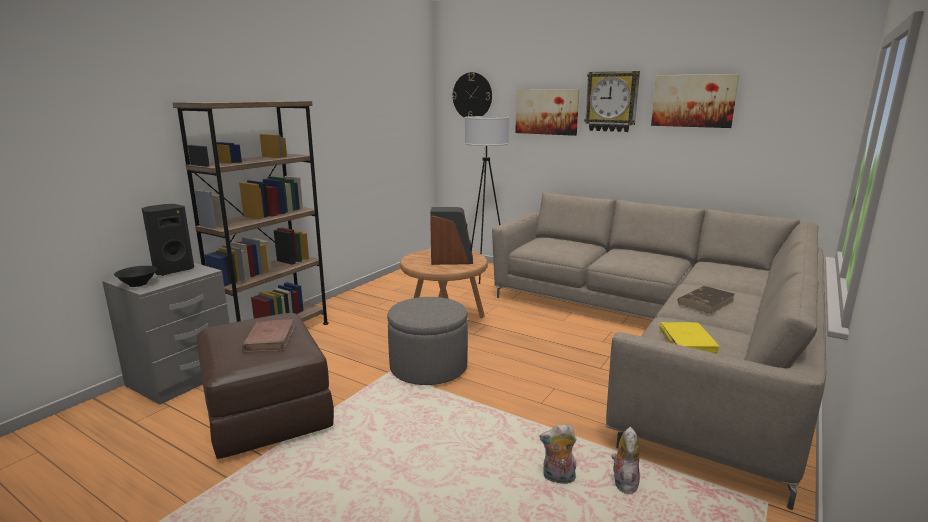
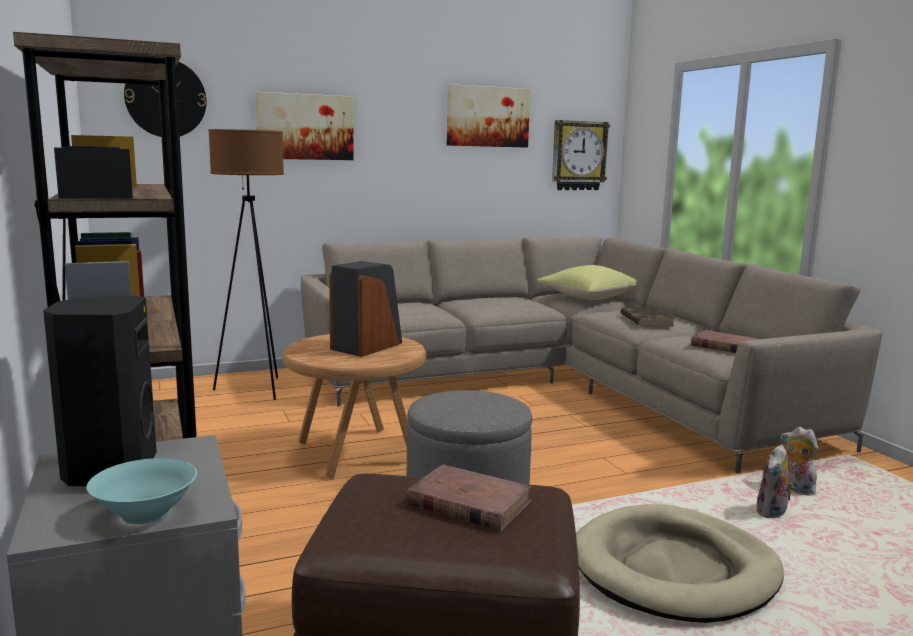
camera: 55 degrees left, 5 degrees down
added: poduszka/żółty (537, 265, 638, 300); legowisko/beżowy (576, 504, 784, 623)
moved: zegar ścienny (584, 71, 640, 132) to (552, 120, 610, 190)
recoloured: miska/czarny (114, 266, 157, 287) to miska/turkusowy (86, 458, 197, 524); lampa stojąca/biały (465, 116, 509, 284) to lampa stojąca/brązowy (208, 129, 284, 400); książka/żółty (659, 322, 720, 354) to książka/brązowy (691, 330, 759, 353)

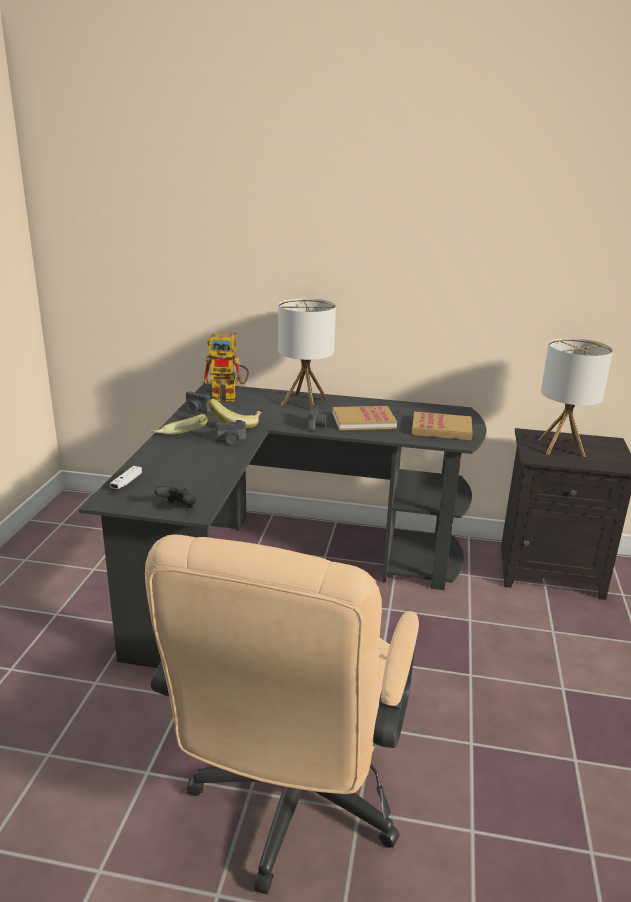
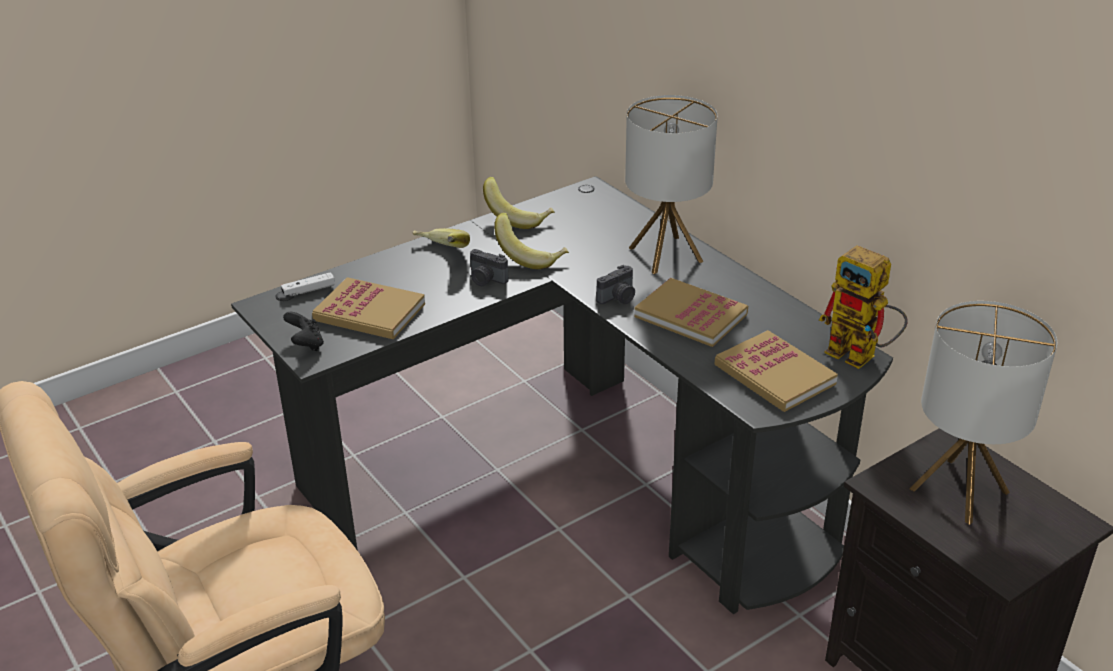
camera: 45 degrees right, 10 degrees up
added: książka (312, 277, 425, 339)
moved: robot zabawkowy (202, 332, 249, 402) to (819, 245, 908, 369)
replaced: aparat fotograficzny (186, 391, 211, 414) to banan (483, 177, 555, 229)

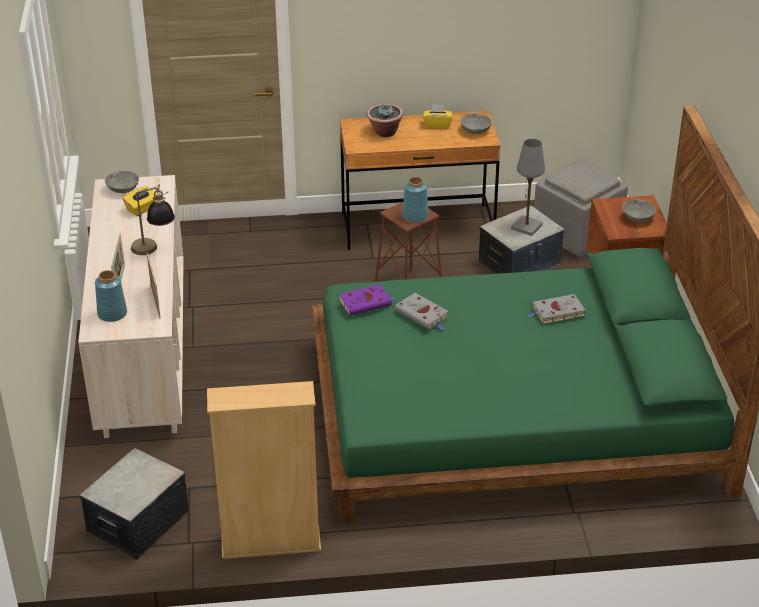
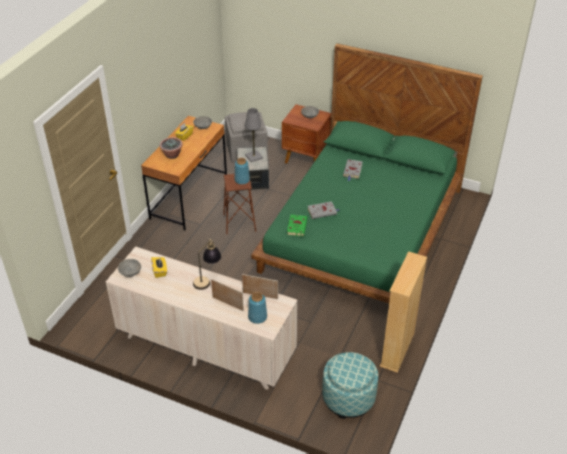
camera: 60 degrees left, 5 degrees up
replaced: pojemnik do przechowywania (79, 448, 189, 560) to pufa (322, 352, 378, 419)
recoloured: książka/fioletowy (339, 284, 396, 316) to książka/zielony (287, 215, 307, 237)

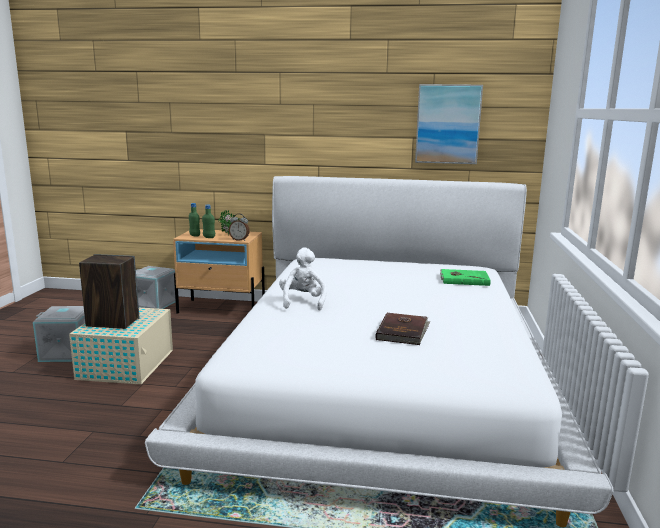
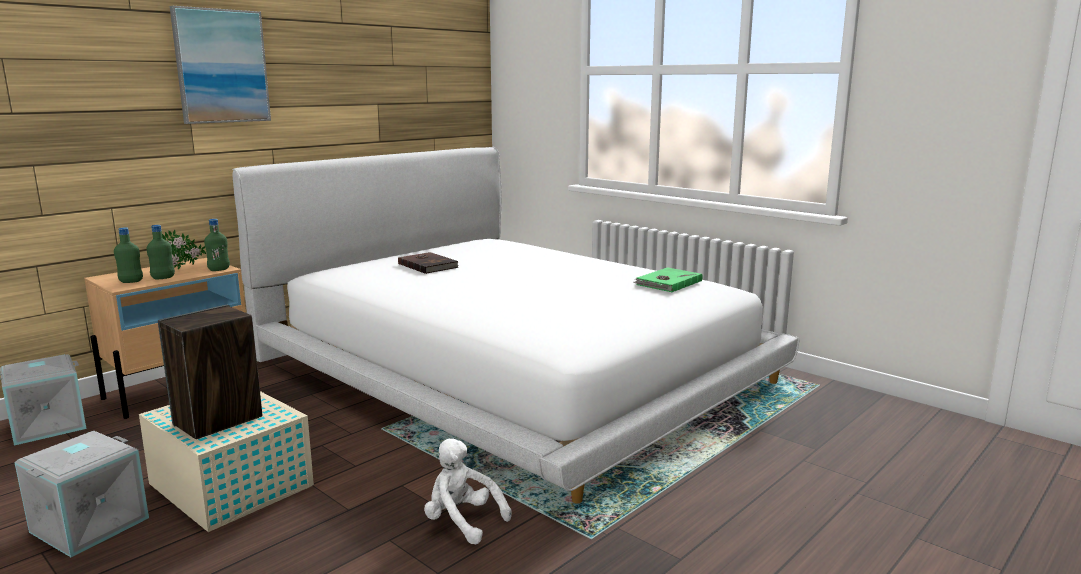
camera: 55 degrees left, 0 degrees up
moved: pluszak/biały (279, 247, 327, 310) to (424, 439, 512, 544); książka/brązowy (375, 312, 430, 345) to (398, 252, 459, 274); obraz (415, 84, 483, 164) to (170, 6, 271, 124); książka/zielony (440, 269, 491, 286) to (633, 267, 703, 292)
replaced: budzik (229, 214, 250, 241) to butelka/zielony (204, 219, 230, 271)

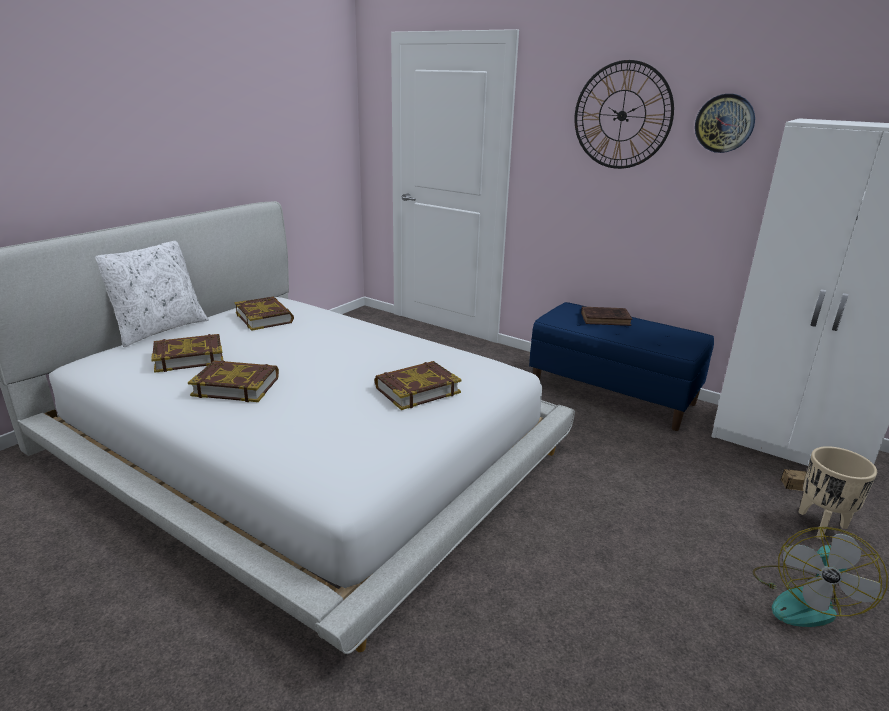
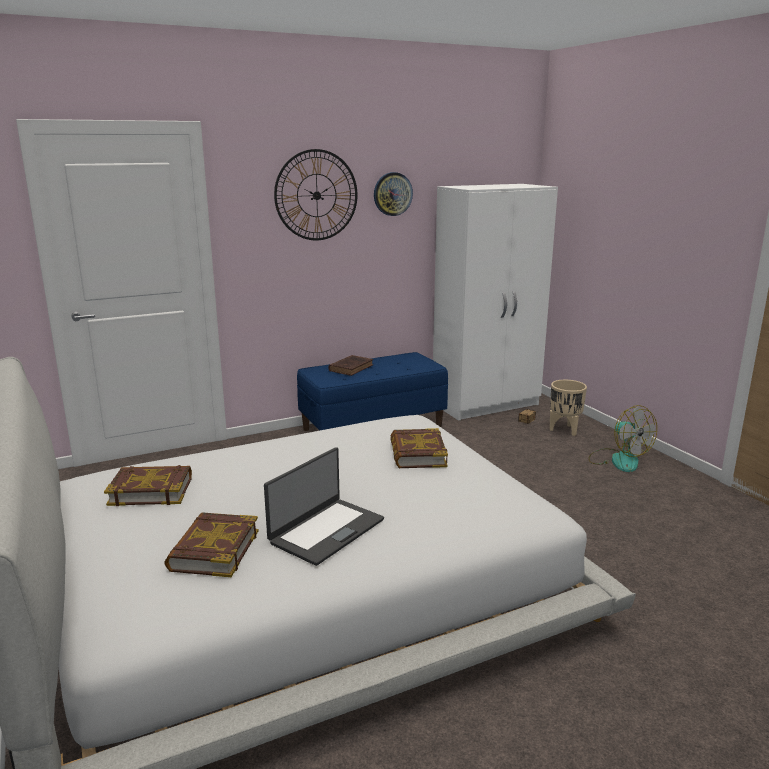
camera: 60 degrees left, 5 degrees down
removed: poduszka/biały (96, 241, 209, 347)
replaced: książka (188, 360, 279, 402) to laptop (264, 447, 384, 566)

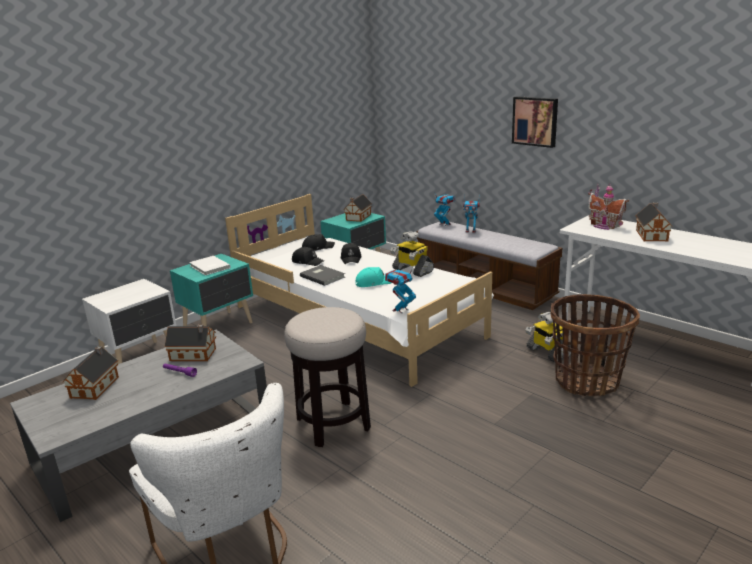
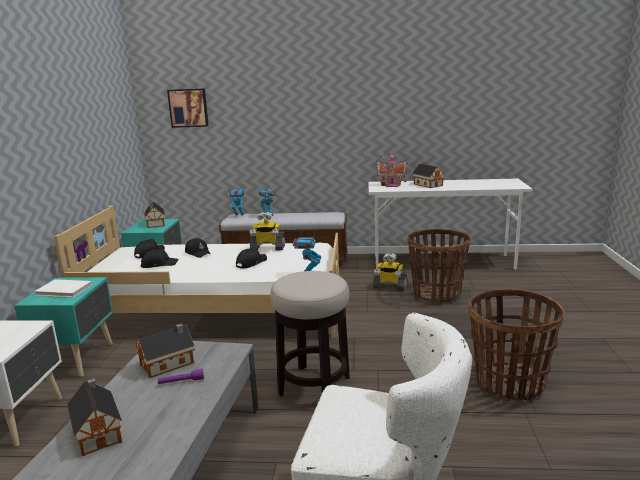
camera: 40 degrees left, 5 degrees down
removed: książka/szary (300, 265, 345, 286)
added: koszyk (468, 289, 564, 401)
moved: obraz (512, 96, 558, 148) to (167, 88, 209, 128)
recoloured: czapka z daszkiem/turkusowy (356, 267, 391, 287) to czapka z daszkiem/czarny (236, 247, 267, 269)

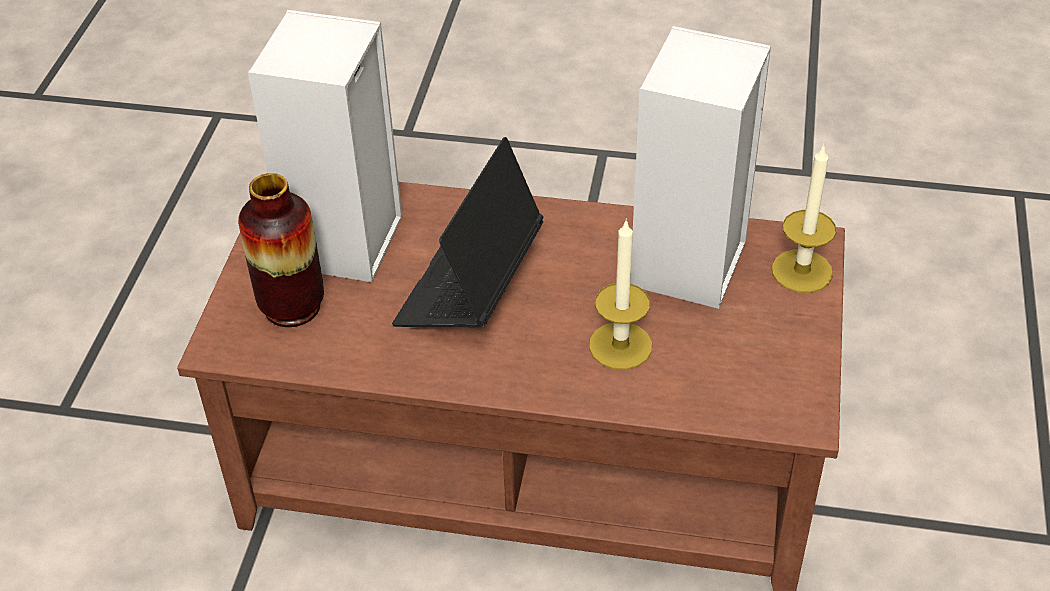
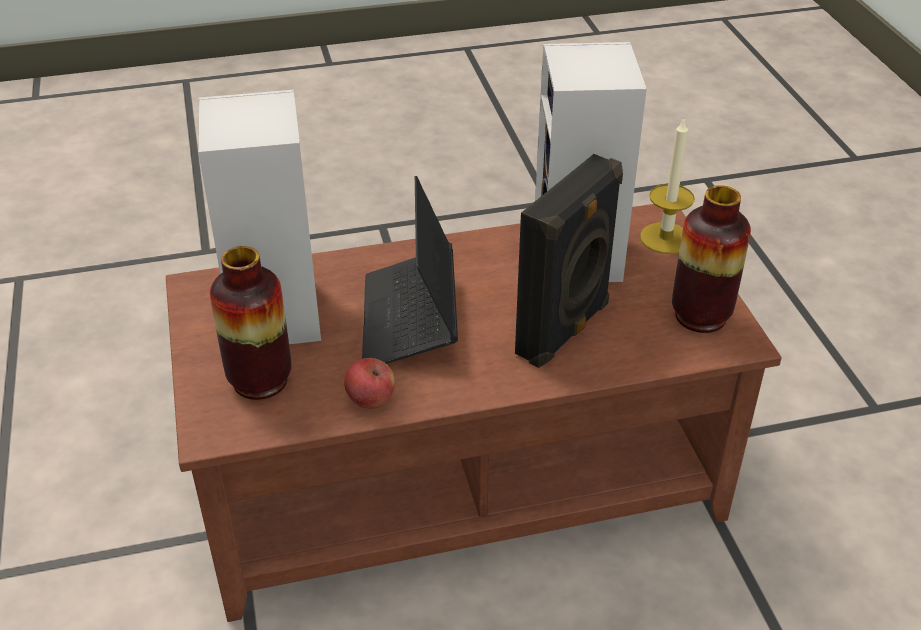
camera: 25 degrees left, 5 degrees down
added: jabłko (344, 358, 395, 409); wazon (672, 185, 751, 333)
replaced: świeca (589, 219, 652, 370) to głośnik/czarny (515, 154, 623, 368)

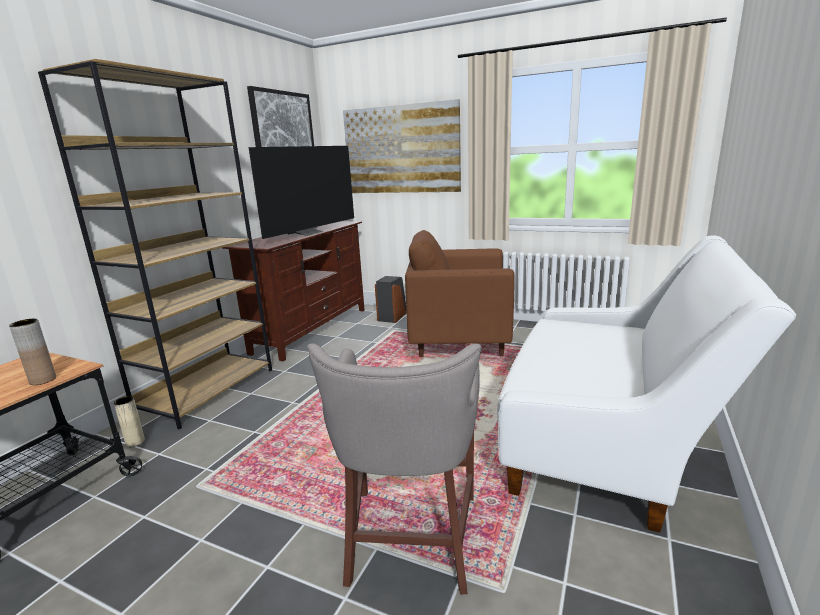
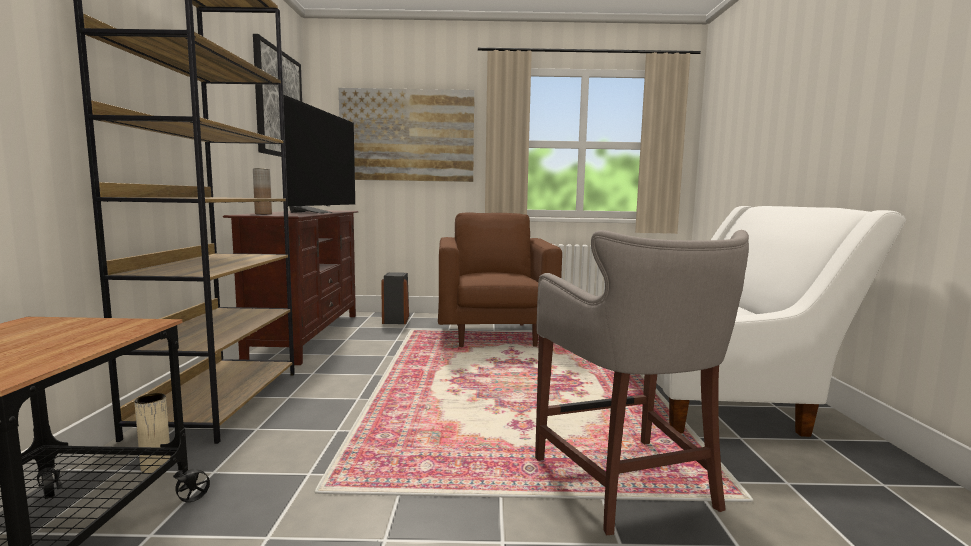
camera: 25 degrees left, 10 degrees down
moved: wazon/brązowy (9, 319, 56, 385) to (253, 169, 272, 214)
turned: fotel/brązowy (405, 230, 515, 357) = (438, 212, 562, 347) 105 degrees clockwise

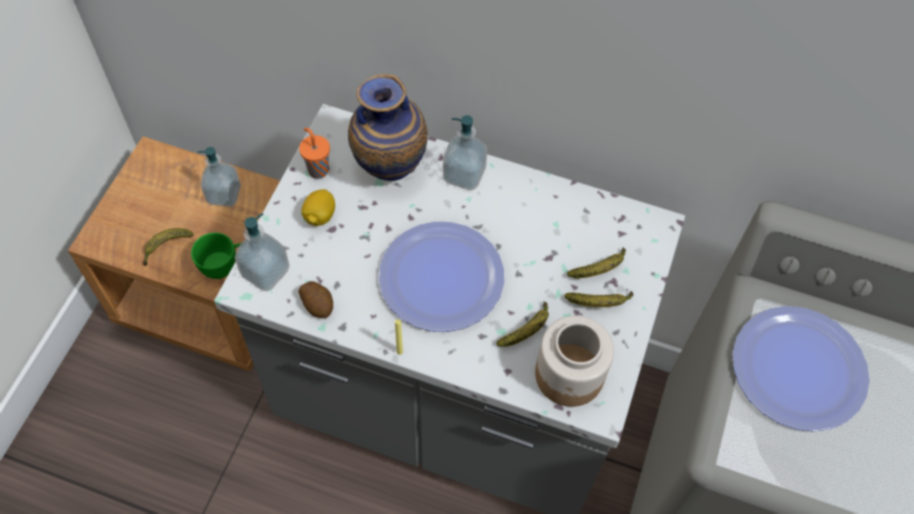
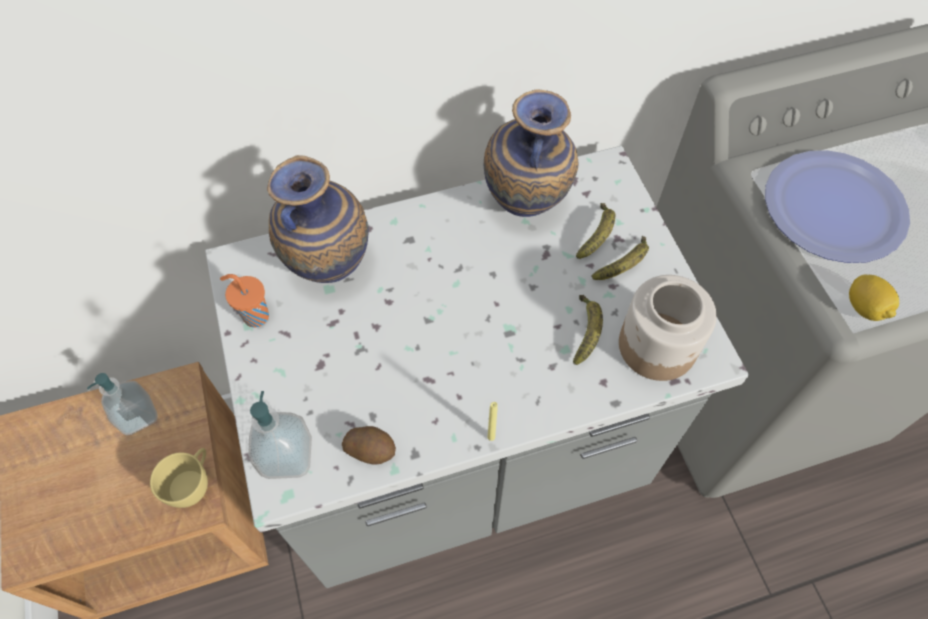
camera: 35 degrees left, 0 degrees up
removed: banan (143, 228, 193, 266); talerz (378, 222, 504, 332); dozownik mydła (443, 115, 487, 190)
added: wazon (484, 89, 579, 217)
moved: cytryna (301, 189, 335, 226) to (849, 275, 899, 321)
recoloured: filiżanka/zielony (191, 233, 241, 279) to filiżanka/żółty (150, 448, 208, 508)

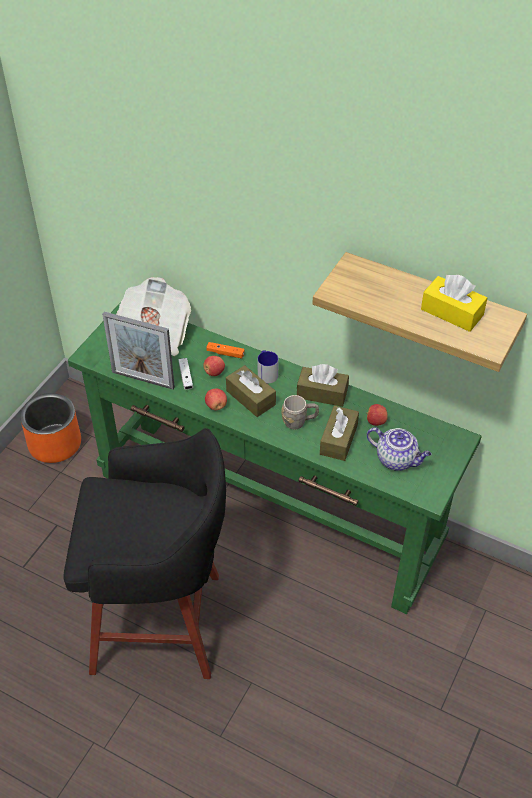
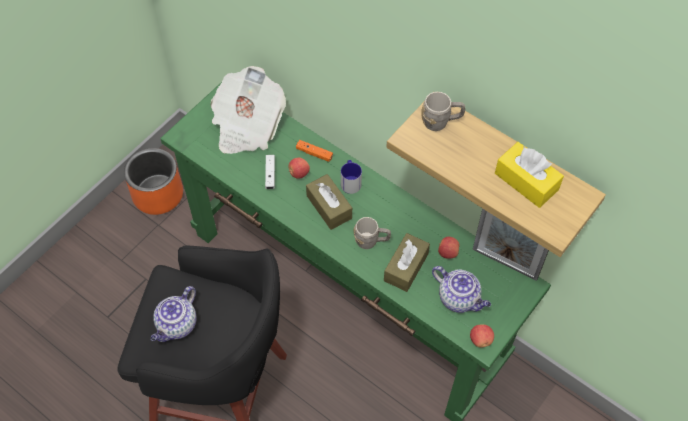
camera: 10 degrees right, 10 degrees up
removed: pudełko chusteczek/brązowy (297, 364, 349, 407)
added: imbryk (151, 286, 197, 342); kubek/szary (421, 92, 465, 131)
moved: ramka na zdjęcie (102, 312, 175, 390) to (473, 208, 549, 281); jabłko (205, 388, 227, 410) to (470, 324, 494, 348)

